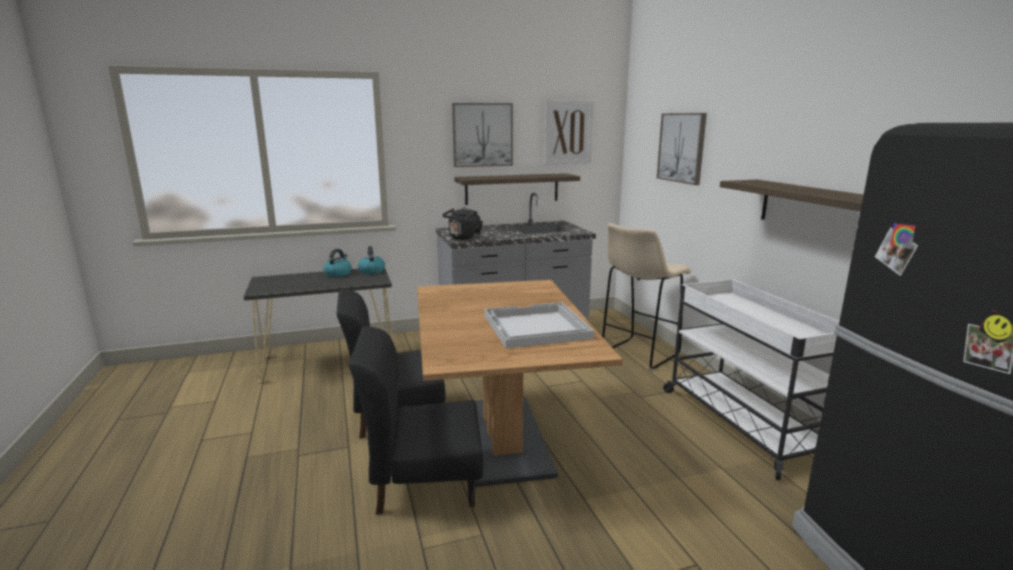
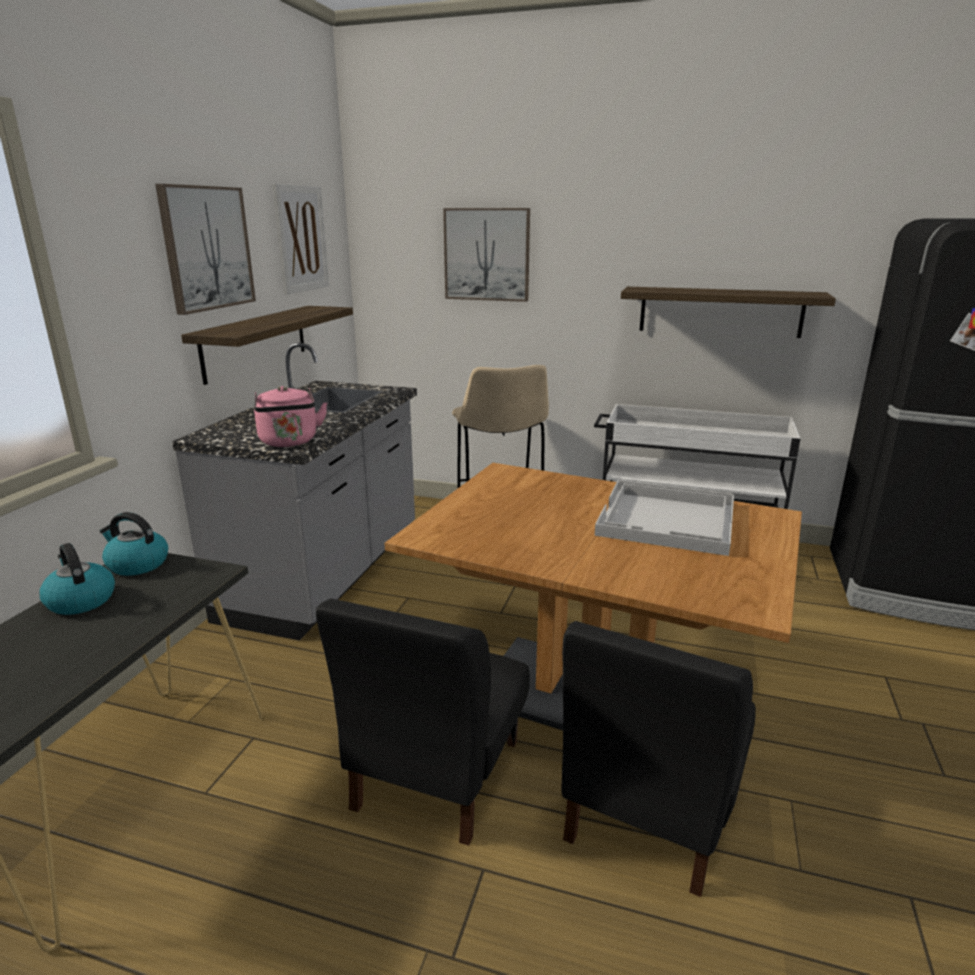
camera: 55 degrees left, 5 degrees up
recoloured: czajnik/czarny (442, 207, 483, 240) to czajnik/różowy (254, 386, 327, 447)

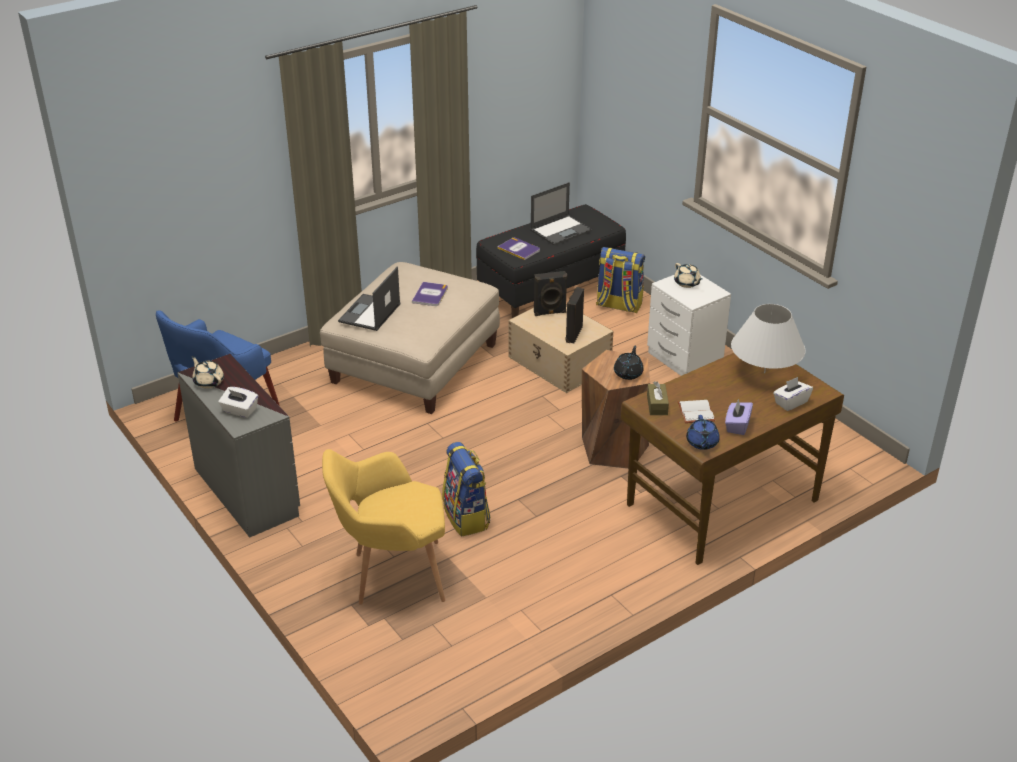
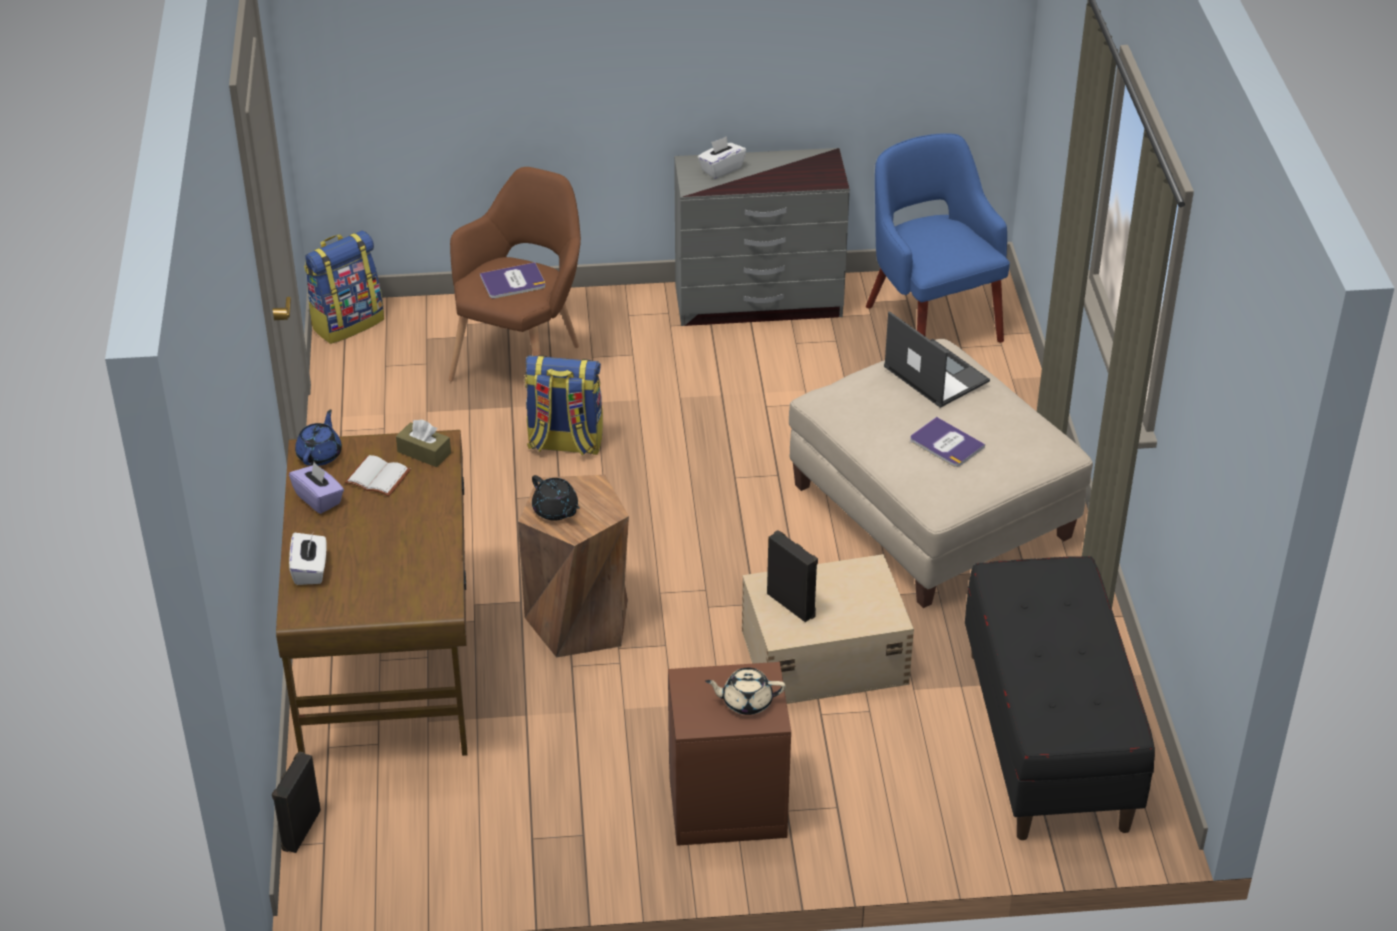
camera: 120 degrees right, 5 degrees up
removed: imbryk/beżowy (192, 356, 224, 389); laptop (530, 182, 592, 246); lampa stołowa/biały (731, 304, 806, 373)
moved: książka (498, 238, 540, 260) to (480, 262, 545, 299); głośnik/czarny (534, 271, 567, 316) to (272, 751, 321, 853); plecak (596, 247, 645, 313) to (304, 230, 384, 344)
recoloured: fotel/żółty (322, 449, 445, 605) to fotel/brązowy (449, 167, 581, 382); szafka nocna/biały (647, 275, 731, 376) to szafka nocna/brązowy (668, 662, 791, 846)
turned: imbryk/niebieski (686, 415, 720, 450) = (295, 409, 342, 466) 75 degrees clockwise

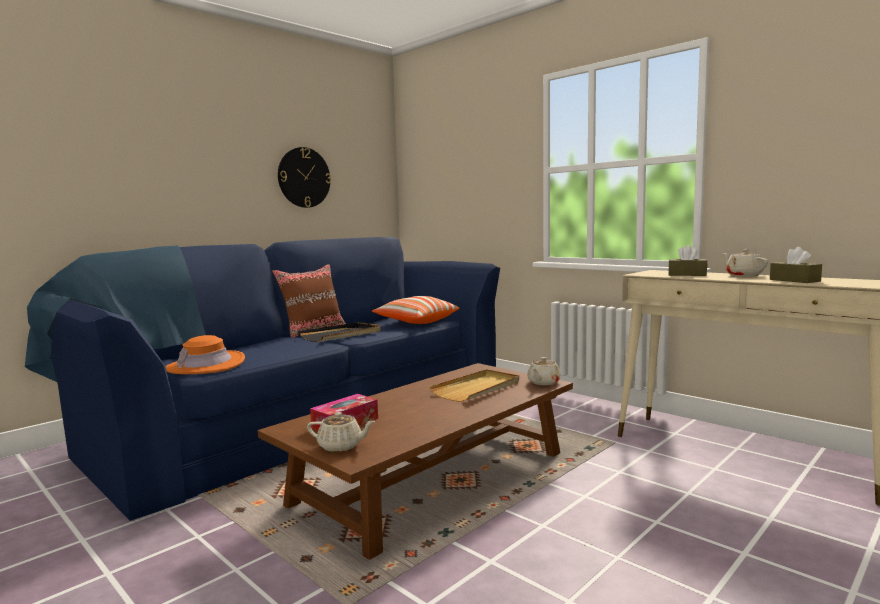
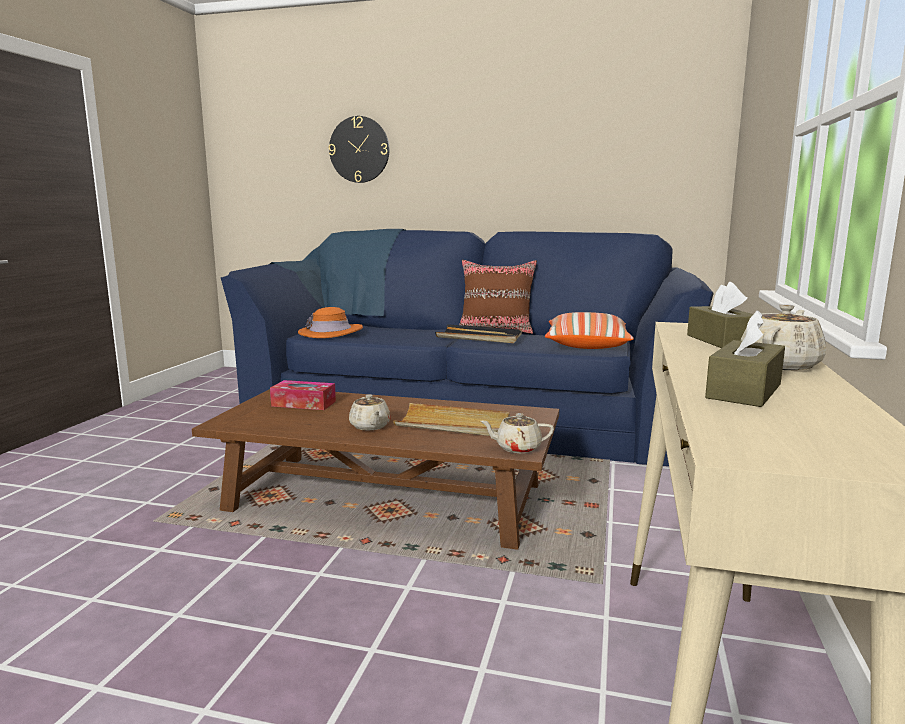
camera: 60 degrees right, 5 degrees up
moved: zegar ścienny (278, 147, 331, 208) to (329, 116, 389, 183); imbryk/beżowy (307, 412, 375, 452) to (349, 394, 391, 431)

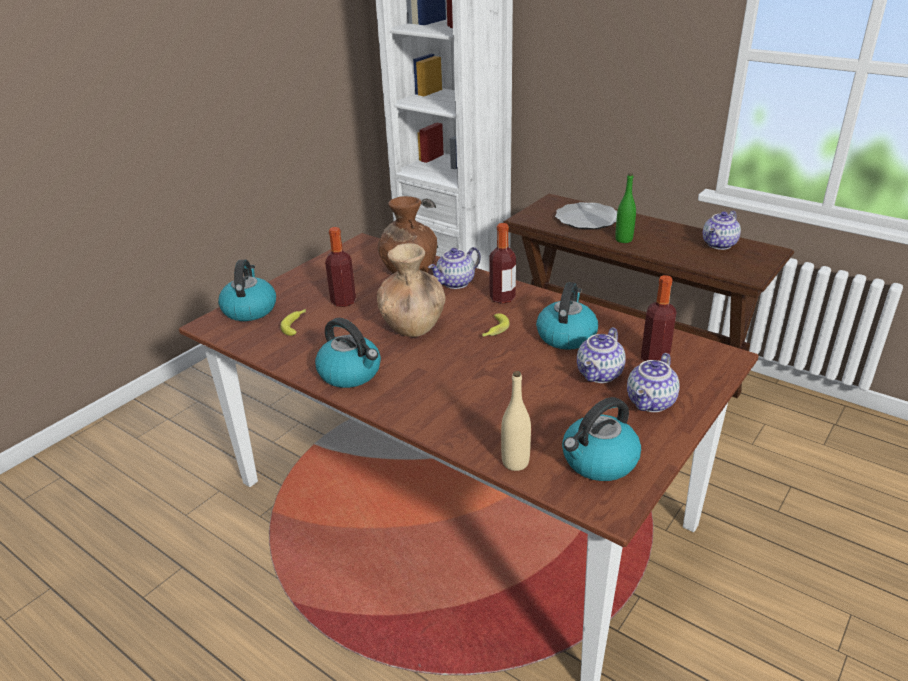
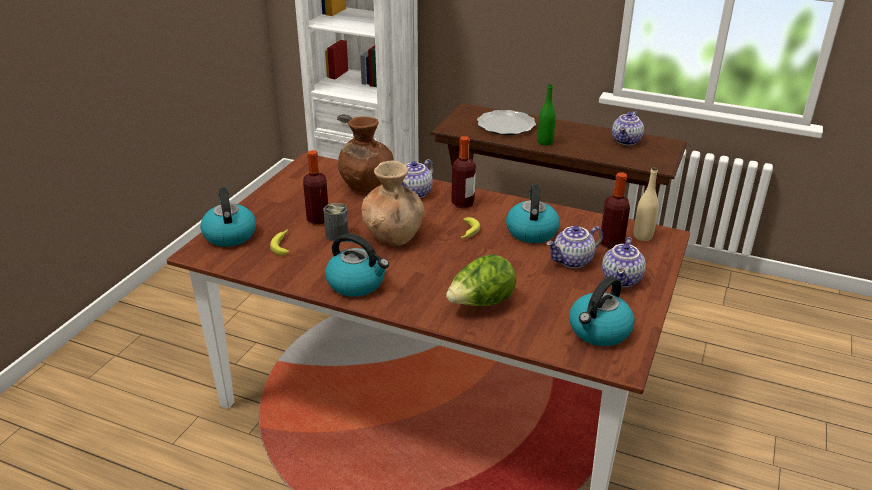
camera: 15 degrees left, 0 degrees up
added: puszka (324, 203, 349, 241); sałata (446, 255, 516, 306)
moved: butelka/beżowy (501, 371, 531, 471) to (634, 167, 659, 241)
turned: imbryk (577, 327, 626, 383) = (546, 226, 603, 268) 45 degrees clockwise

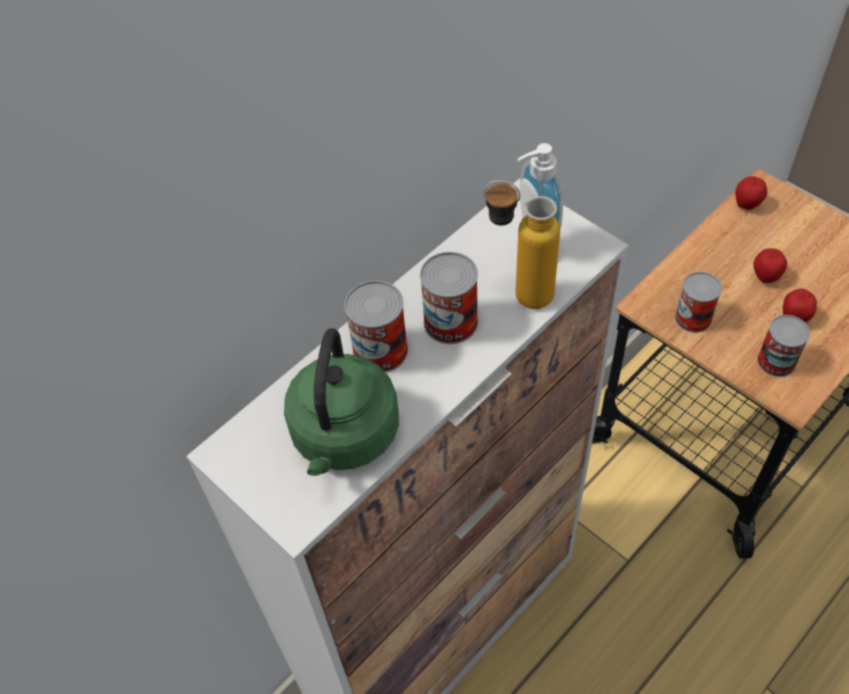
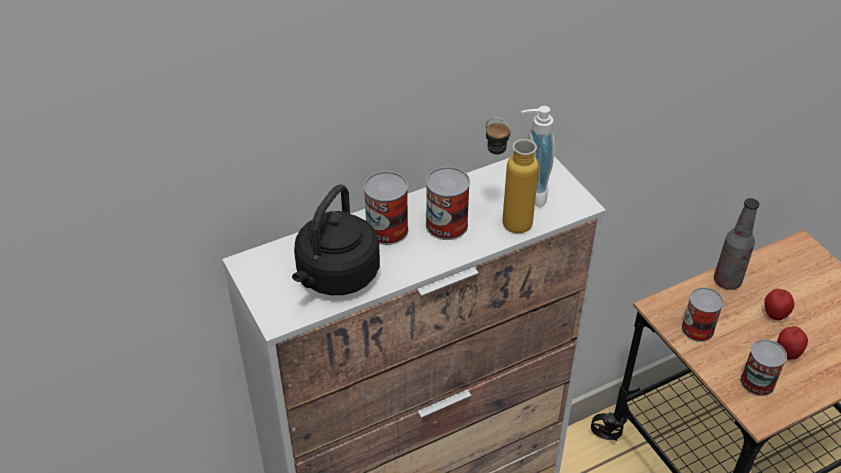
camera: 15 degrees right, 10 degrees down
removed: jabłko (735, 176, 767, 210)
added: butelka (714, 198, 759, 290)
recoloured: czajnik/zielony (284, 328, 399, 476) to czajnik/czarny (292, 184, 380, 295)

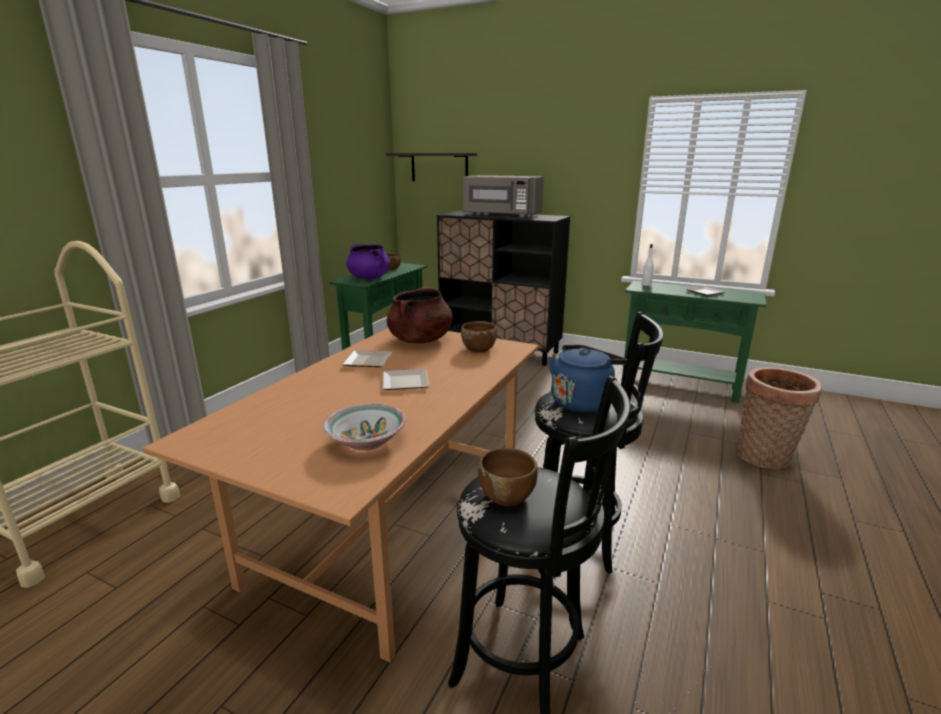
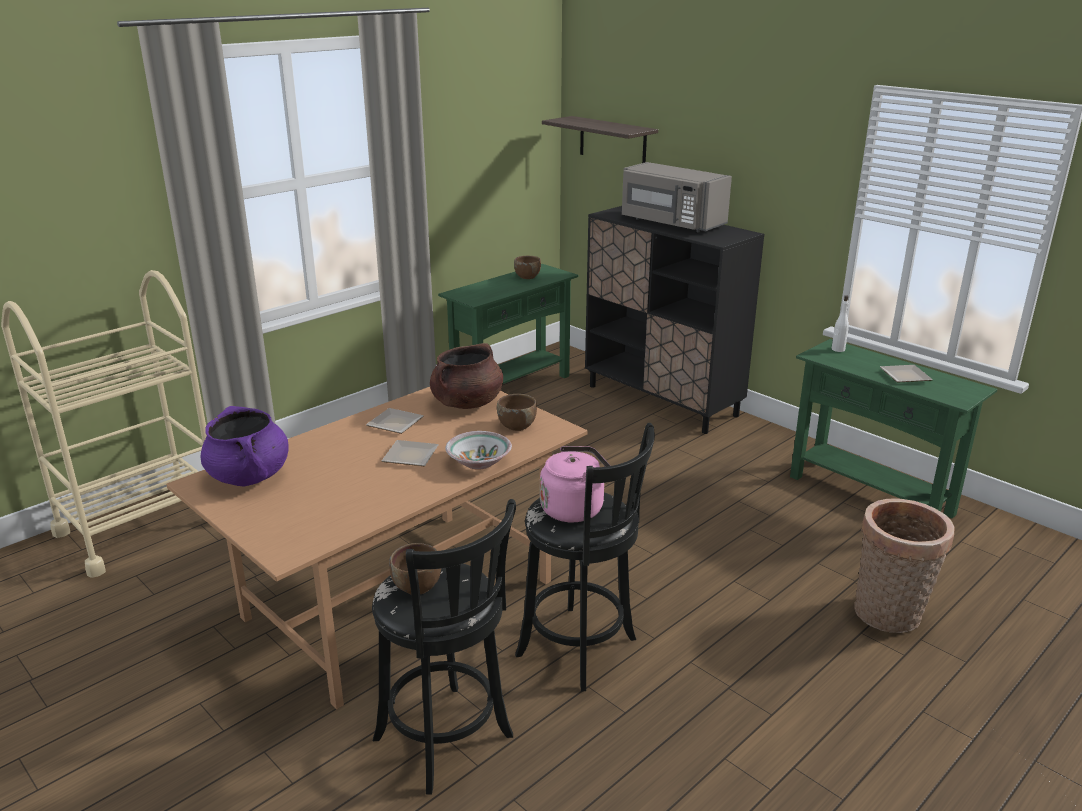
camera: 20 degrees right, 5 degrees up
moved: miska (323, 403, 406, 450) to (445, 431, 512, 470); garnek/fioletowy (346, 244, 390, 279) to (201, 406, 289, 486)
recoloured: czajnik/niebieski (549, 345, 627, 413) to czajnik/różowy (540, 446, 611, 522)

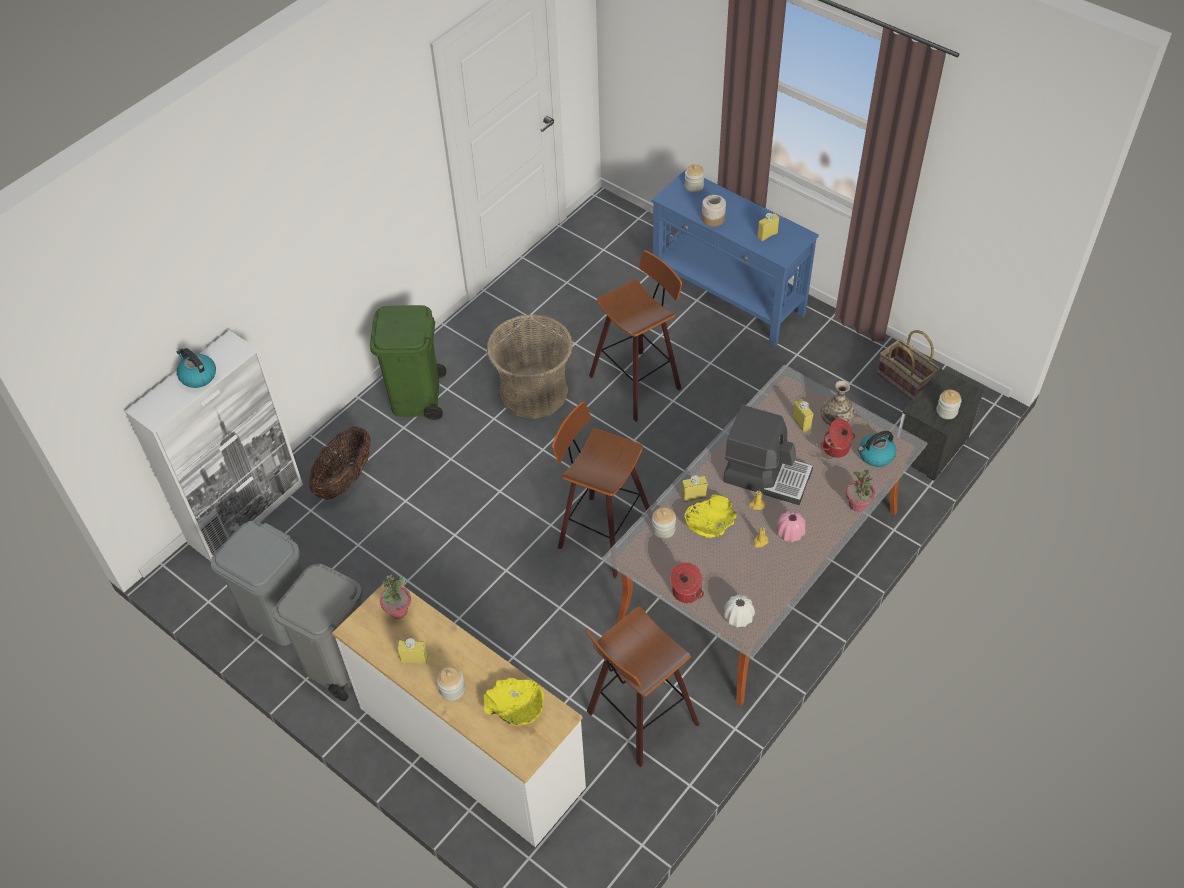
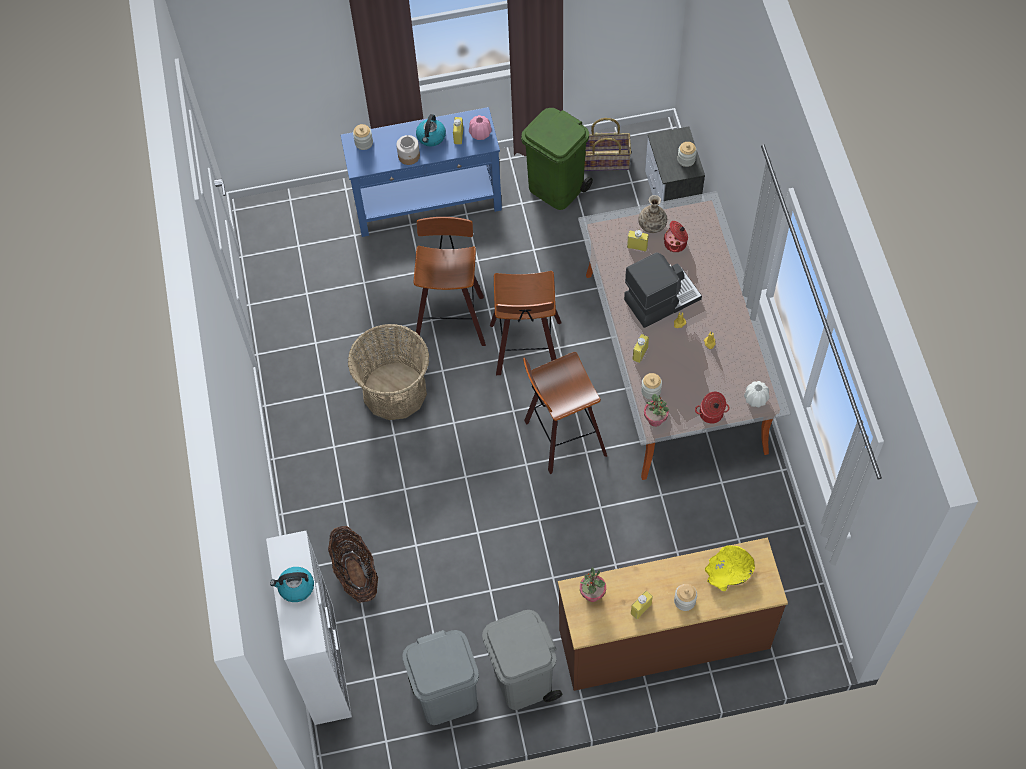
camera: 50 degrees left, 10 degrees up
removed: miska/żółty (684, 495, 737, 538)
moved: kosz na śmieci/zielony (370, 305, 446, 420) to (521, 108, 593, 210); stołek (586, 607, 699, 767) to (490, 271, 561, 375); wazon/różowy (776, 511, 806, 542) to (469, 115, 492, 140); roślina doniczkowa (846, 470, 875, 512) to (644, 394, 669, 427); czajnik (858, 431, 896, 467) to (416, 114, 446, 147)
recoloured: komoda/biały (332, 577, 586, 847) to komoda/brązowy (558, 538, 788, 691)

